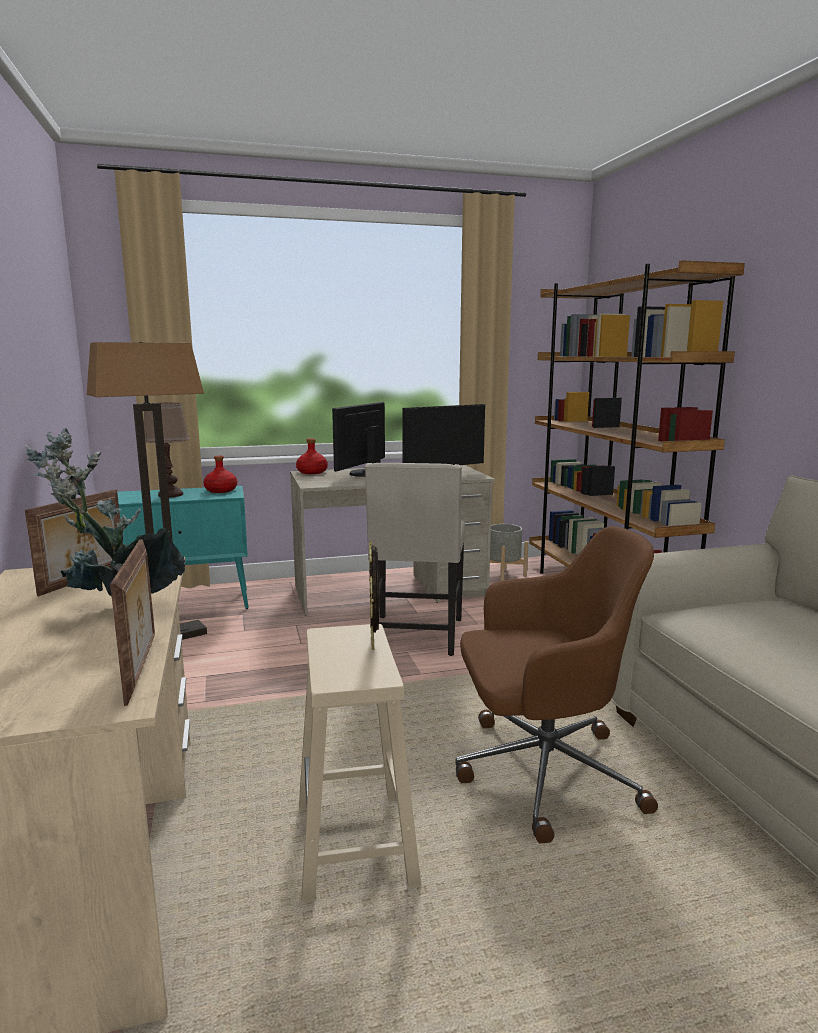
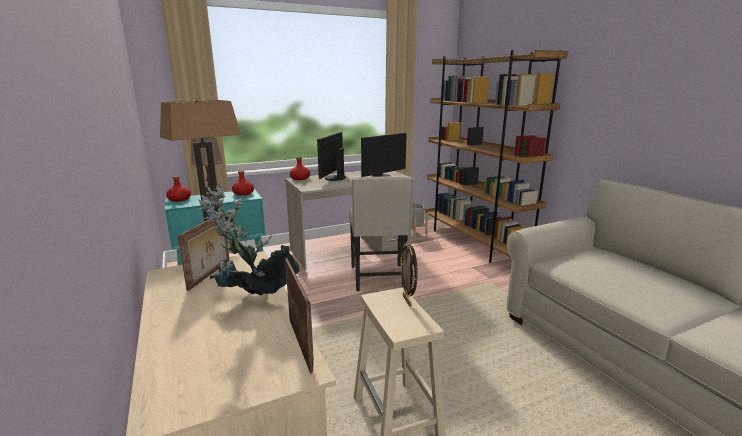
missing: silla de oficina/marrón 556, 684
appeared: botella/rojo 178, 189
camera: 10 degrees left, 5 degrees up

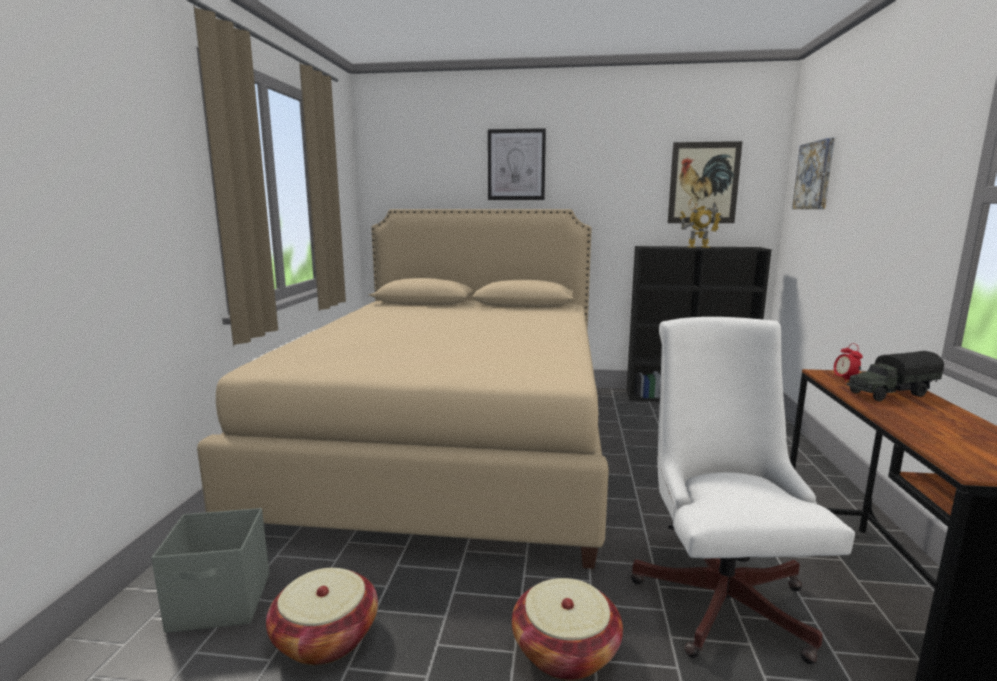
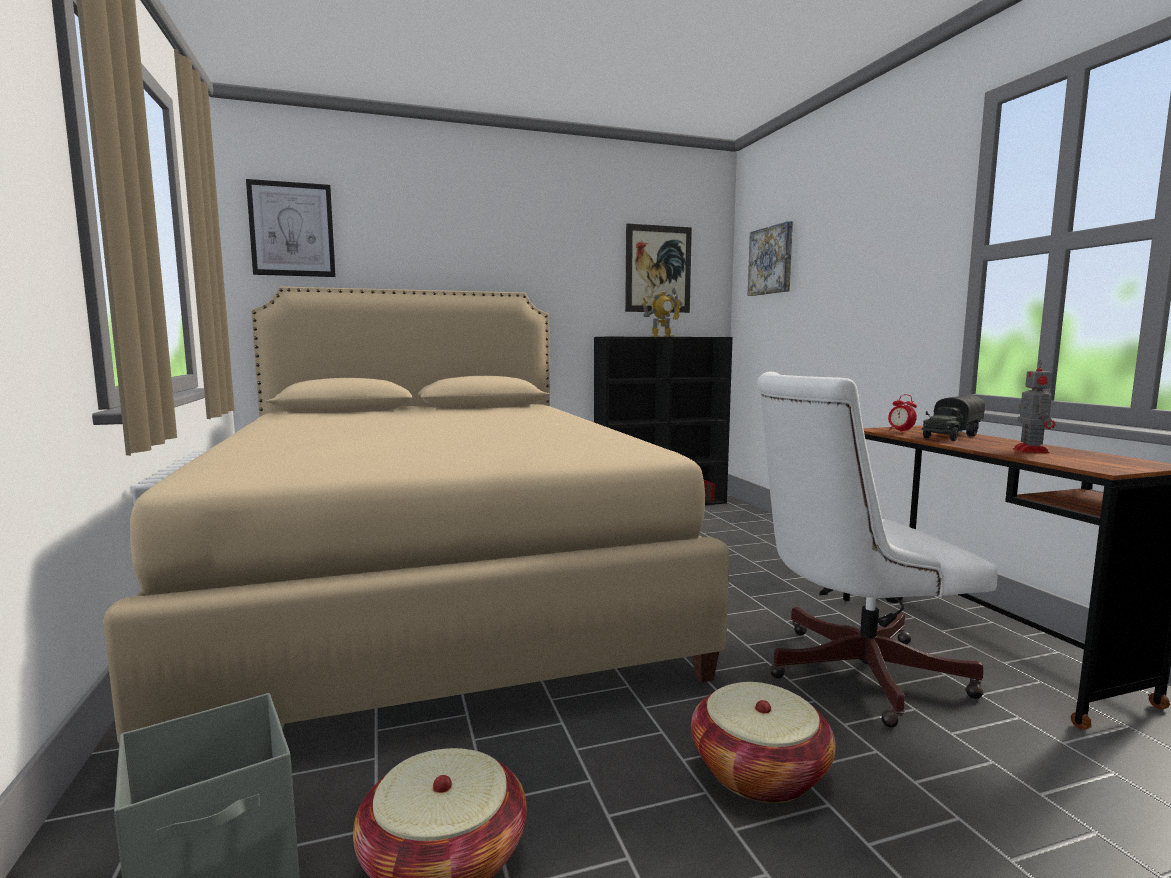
appeared: robot de juguete 1034, 406
relocated: cuadro 517, 164 to 291, 228
spun: silla de oficina/blanco 743, 490 = 877, 549 75 degrees counterclockwise
camera: 25 degrees left, 5 degrees down

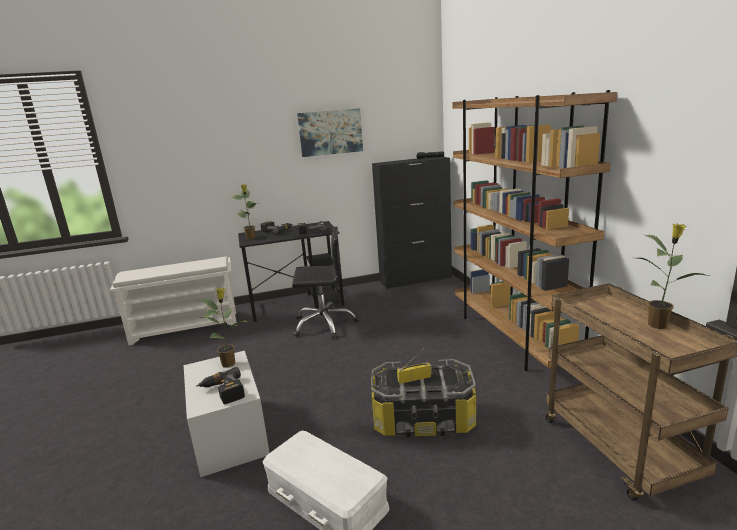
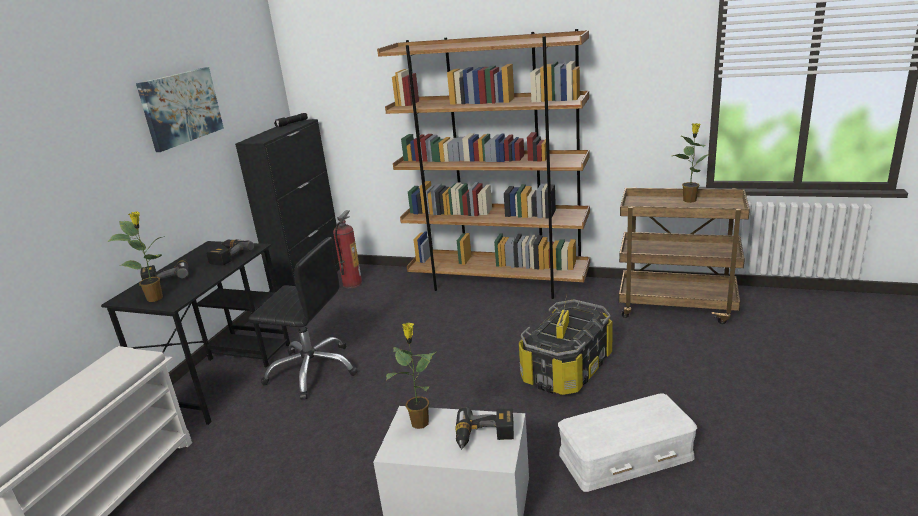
appeared: extintor 347, 249
spun: silla de oficina/negro 325, 282 = 303, 318 75 degrees clockwise
camera: 55 degrees left, 5 degrees up

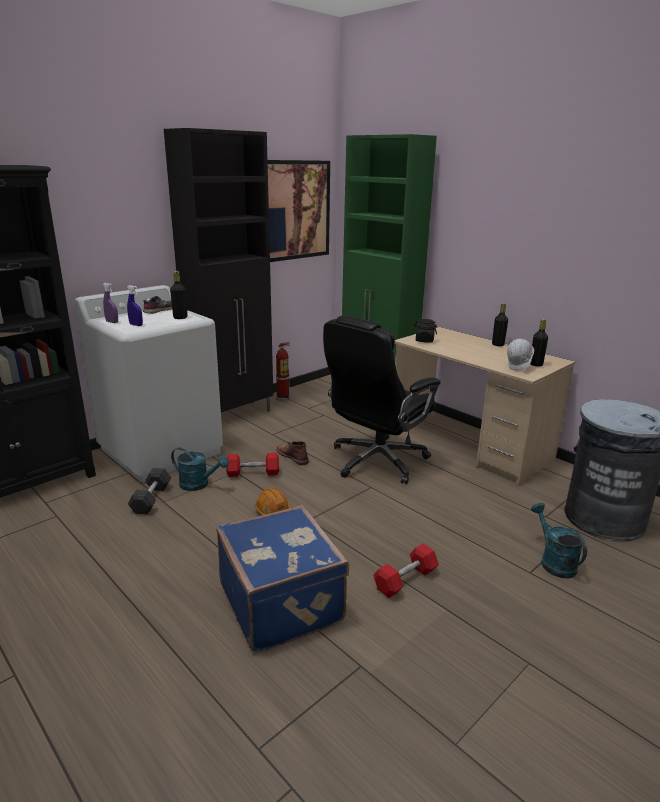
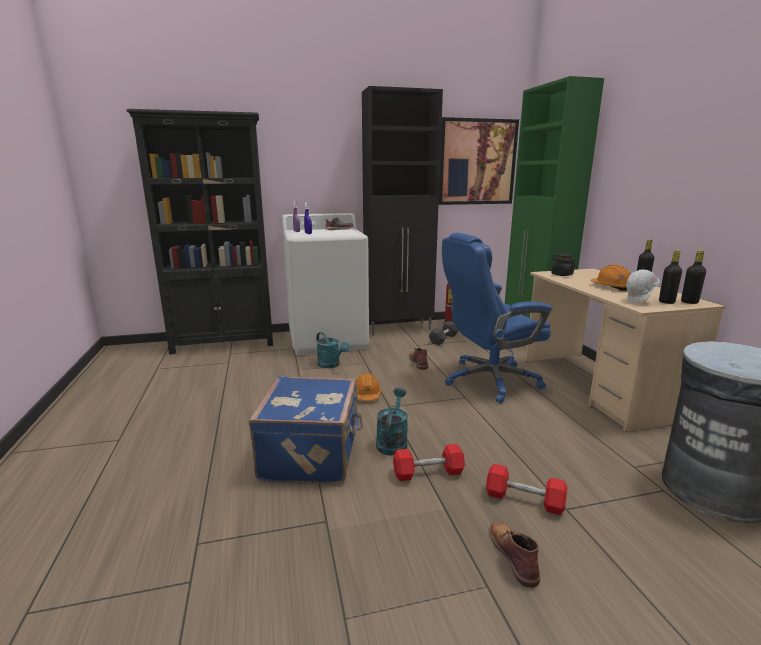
appeared: bota/marrón 515, 554; casco/naranja 611, 277
relocated: mancuerna/gris 149, 491 to 444, 333; botella/negro 178, 295 to 693, 277; mancuerna/rojo 252, 465 to 526, 489; regadera/turquesa 559, 540 to 392, 422
colour: silla de oficina/negro 382, 400 to silla de oficina/azul 497, 318
camera: 30 degrees right, 5 degrees down

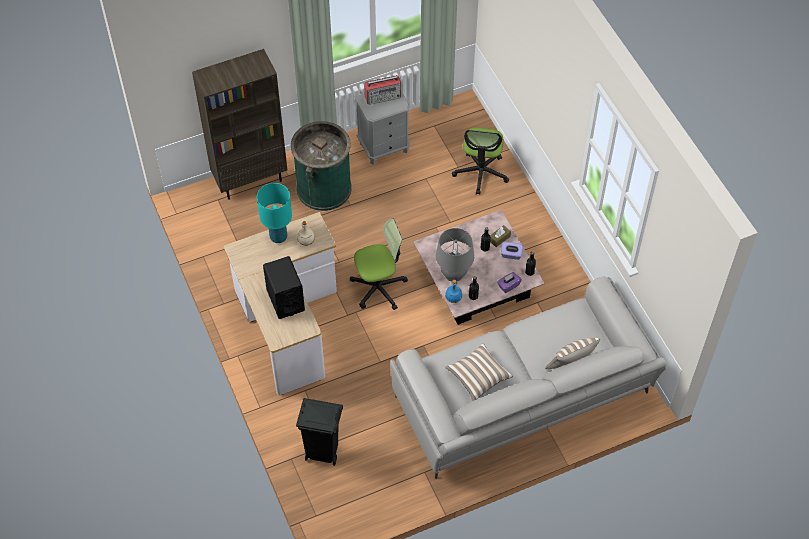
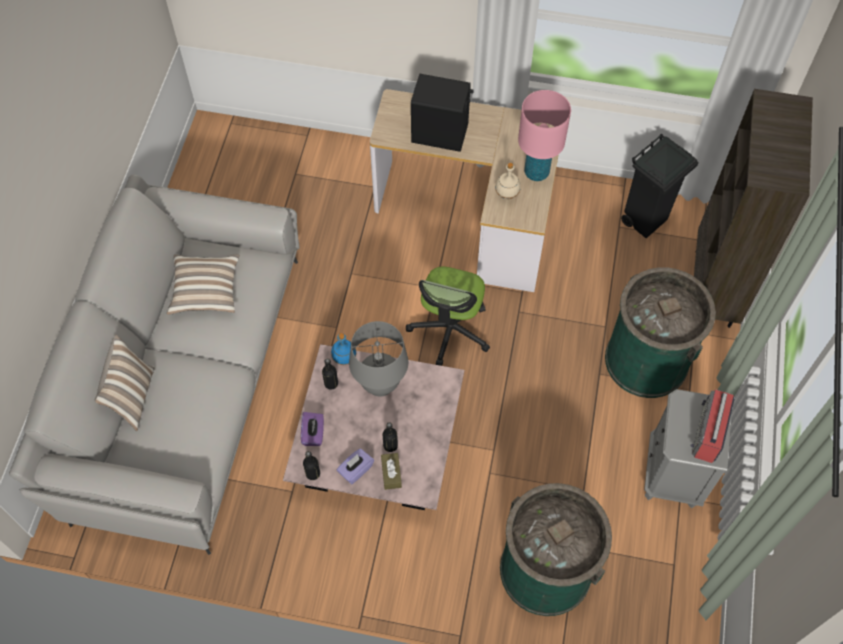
relocated: papelera/negro 319, 432 to 660, 186
exchanged: silla de oficina 480, 161 to papelera/verde 556, 549
colour: lámpara de mesa/turquesa 274, 213 to lámpara de mesa/rosa 544, 135
camera: 125 degrees right, 5 degrees up

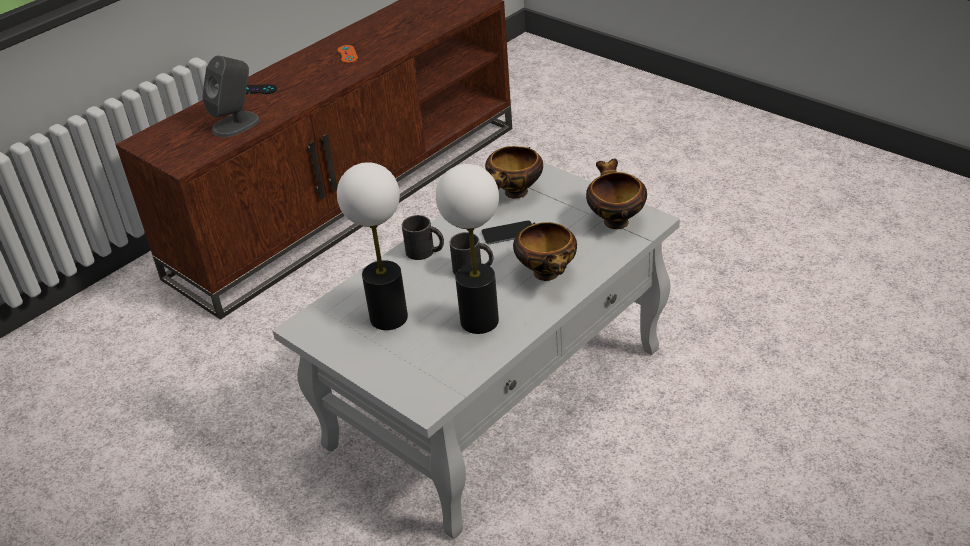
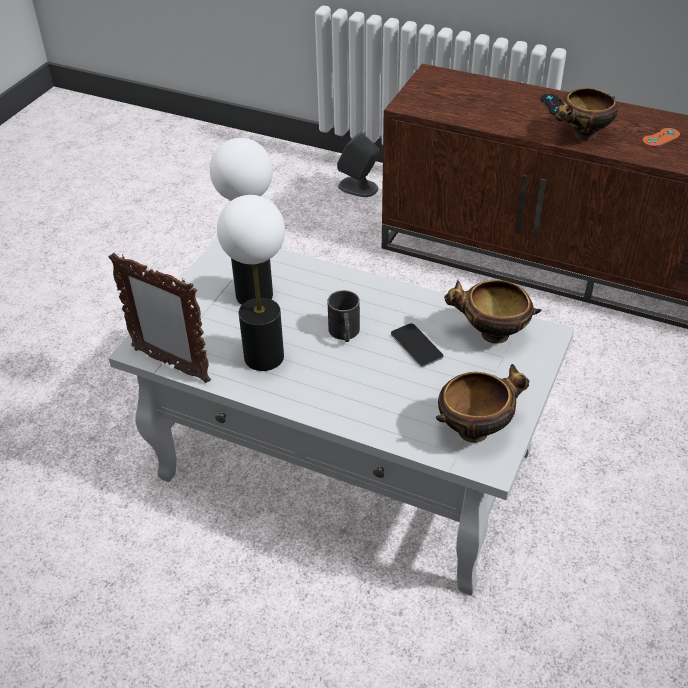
missing: taza grande/negro 423, 237
appeared: portarretratos 160, 318
relocated: altavoz/gris 231, 96 to 358, 164; cuenco 545, 251 to 586, 114
camera: 70 degrees right, 5 degrees up

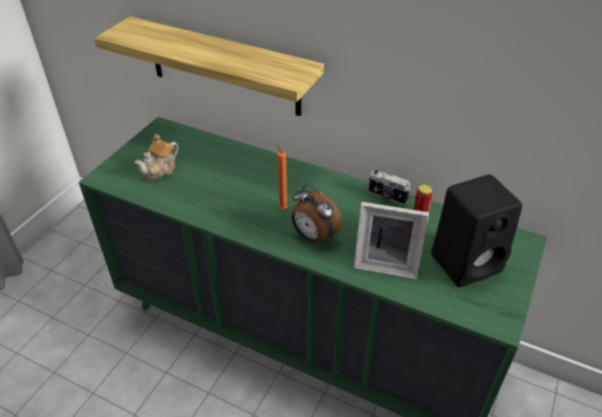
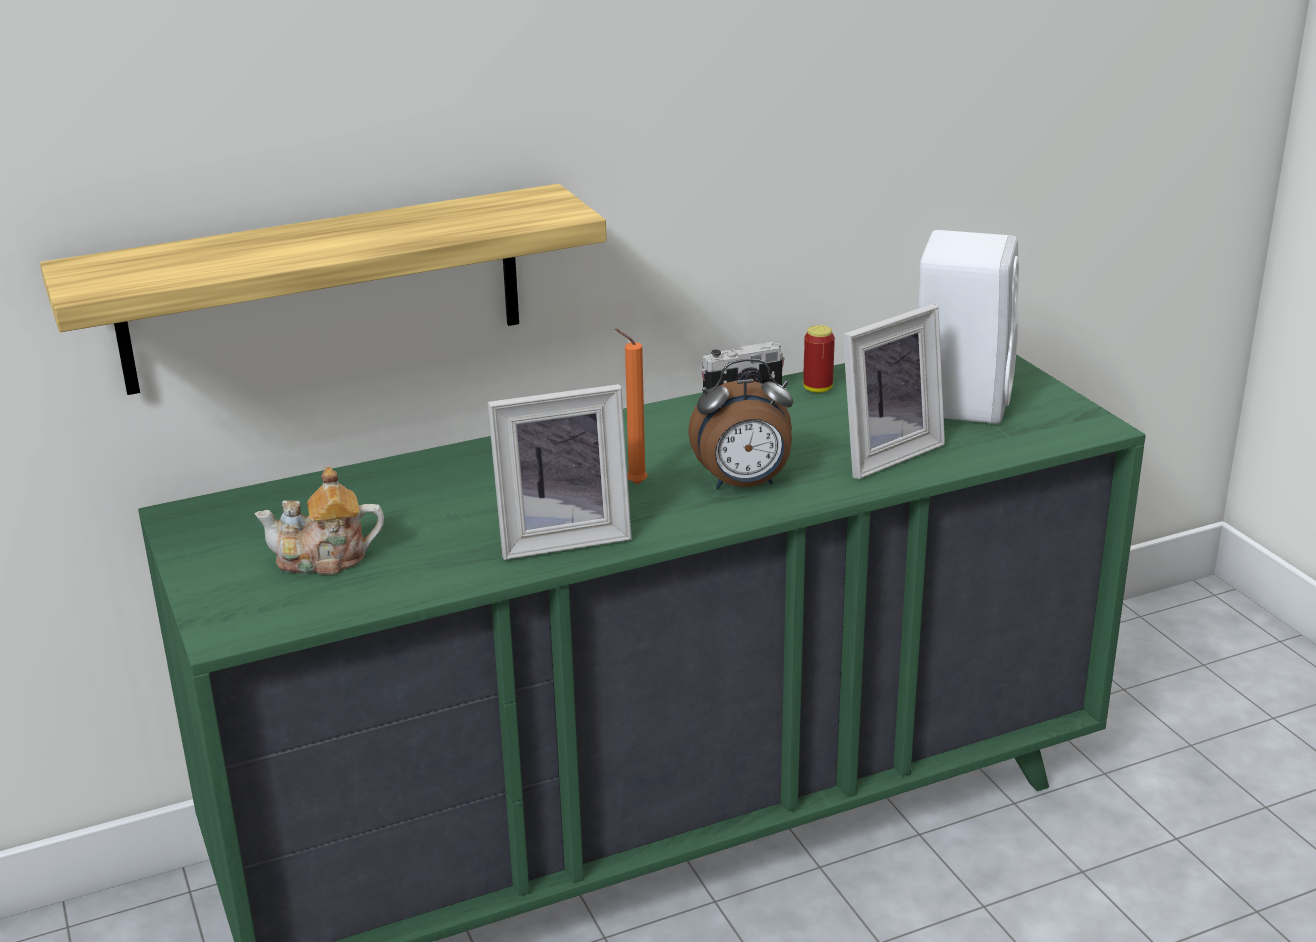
appeared: portarretratos 559, 472
colour: altavoz/negro 476, 230 to altavoz/blanco 968, 327
spun: tetera 156, 157 = 319, 521 90 degrees clockwise
camera: 50 degrees left, 15 degrees down

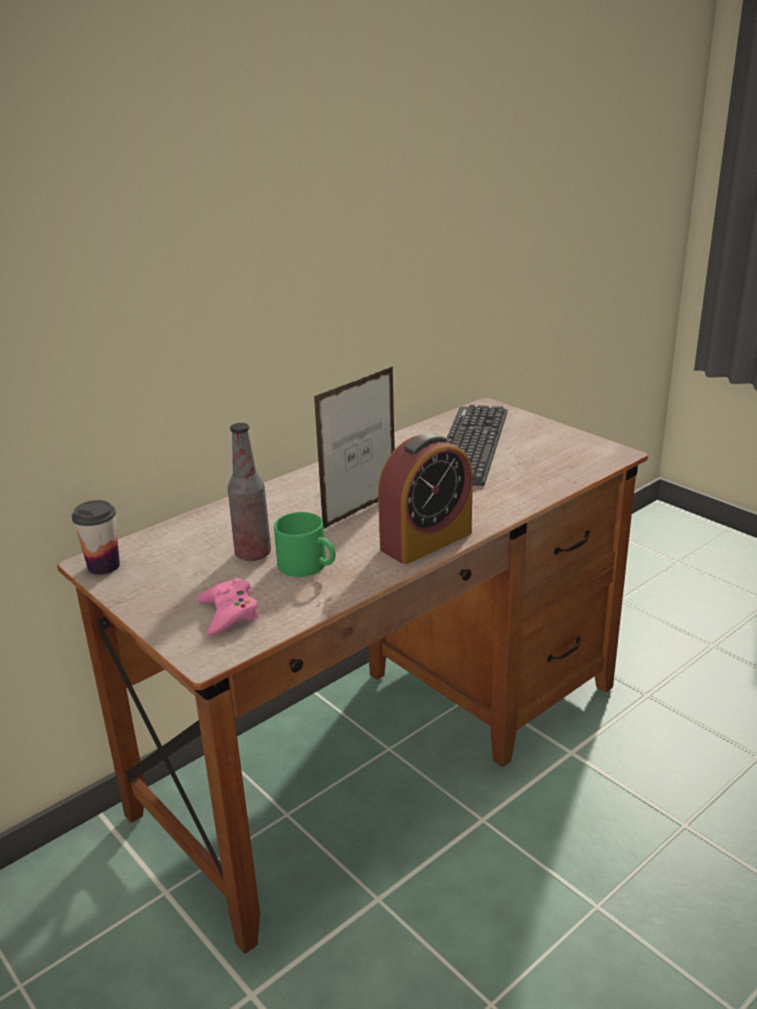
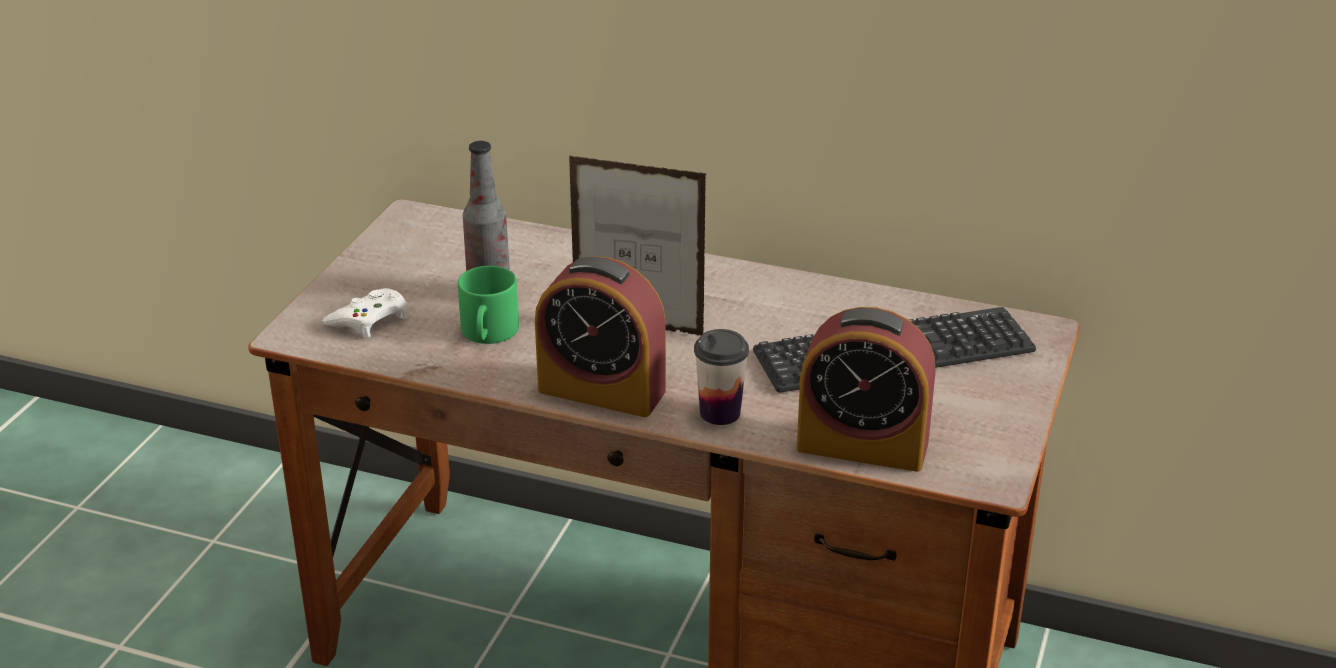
appeared: despertador 866, 389
relocated: taza 96, 537 to 721, 377
colour: mando de consola/rosa 227, 607 to mando de consola/blanco 365, 313
camera: 60 degrees right, 5 degrees up

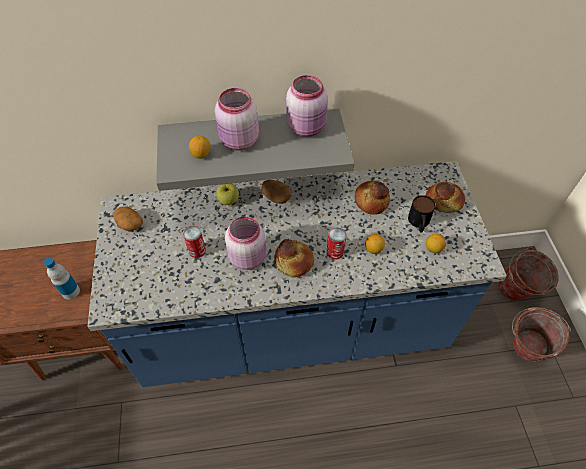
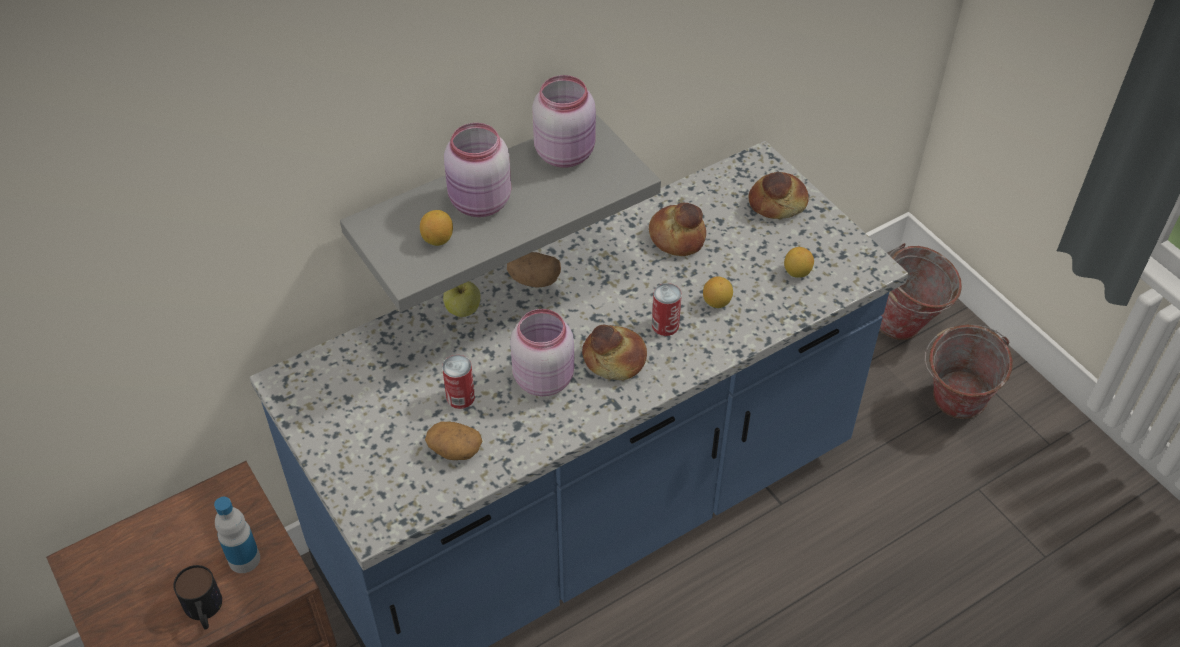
relocated: patata 128, 219 to 453, 441; taza grande 422, 213 to 197, 597
camera: 25 degrees left, 5 degrees down

